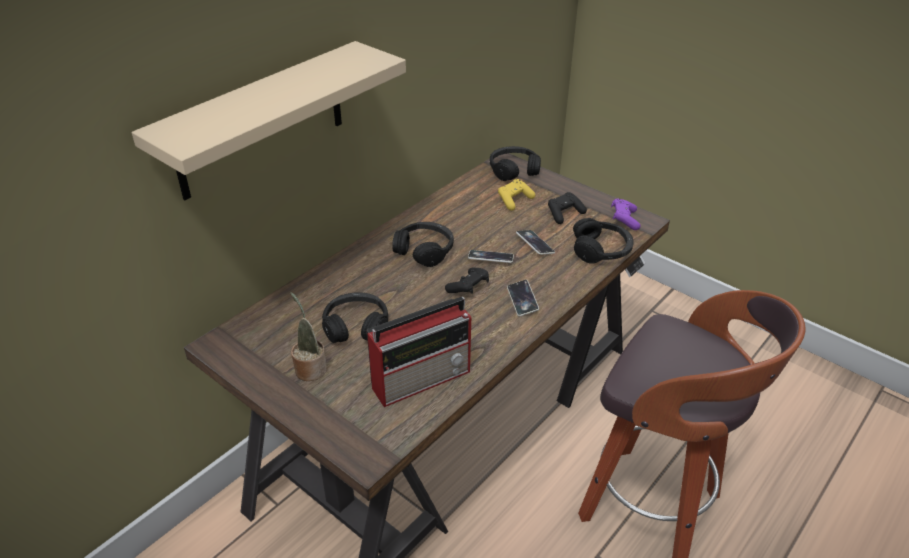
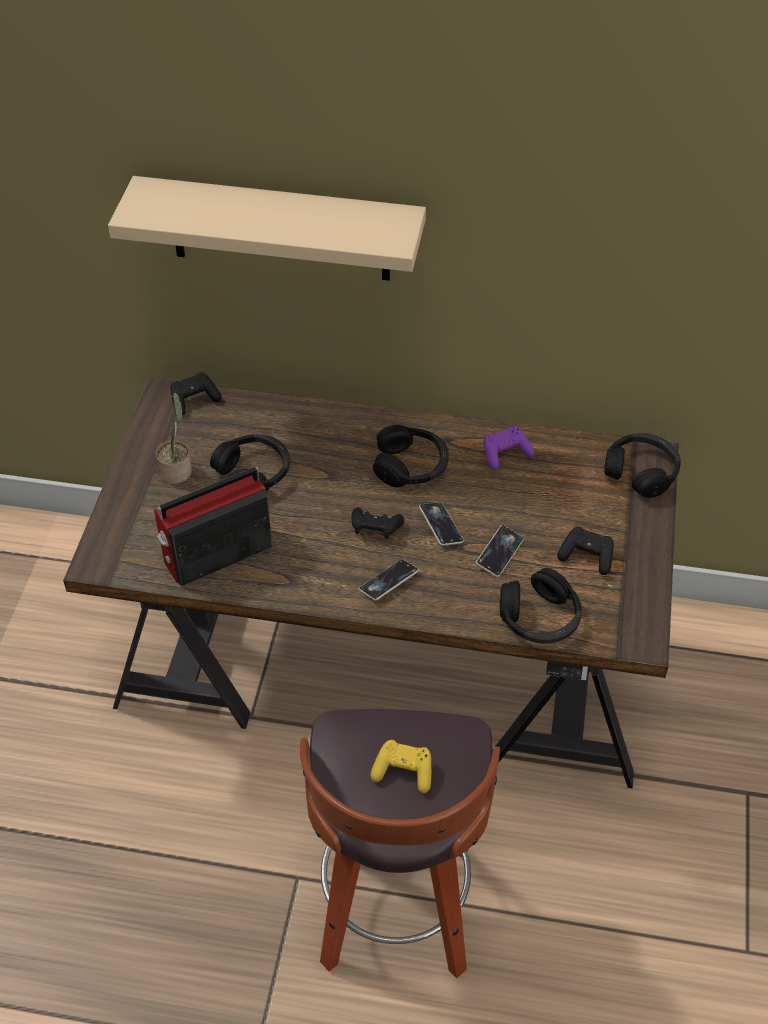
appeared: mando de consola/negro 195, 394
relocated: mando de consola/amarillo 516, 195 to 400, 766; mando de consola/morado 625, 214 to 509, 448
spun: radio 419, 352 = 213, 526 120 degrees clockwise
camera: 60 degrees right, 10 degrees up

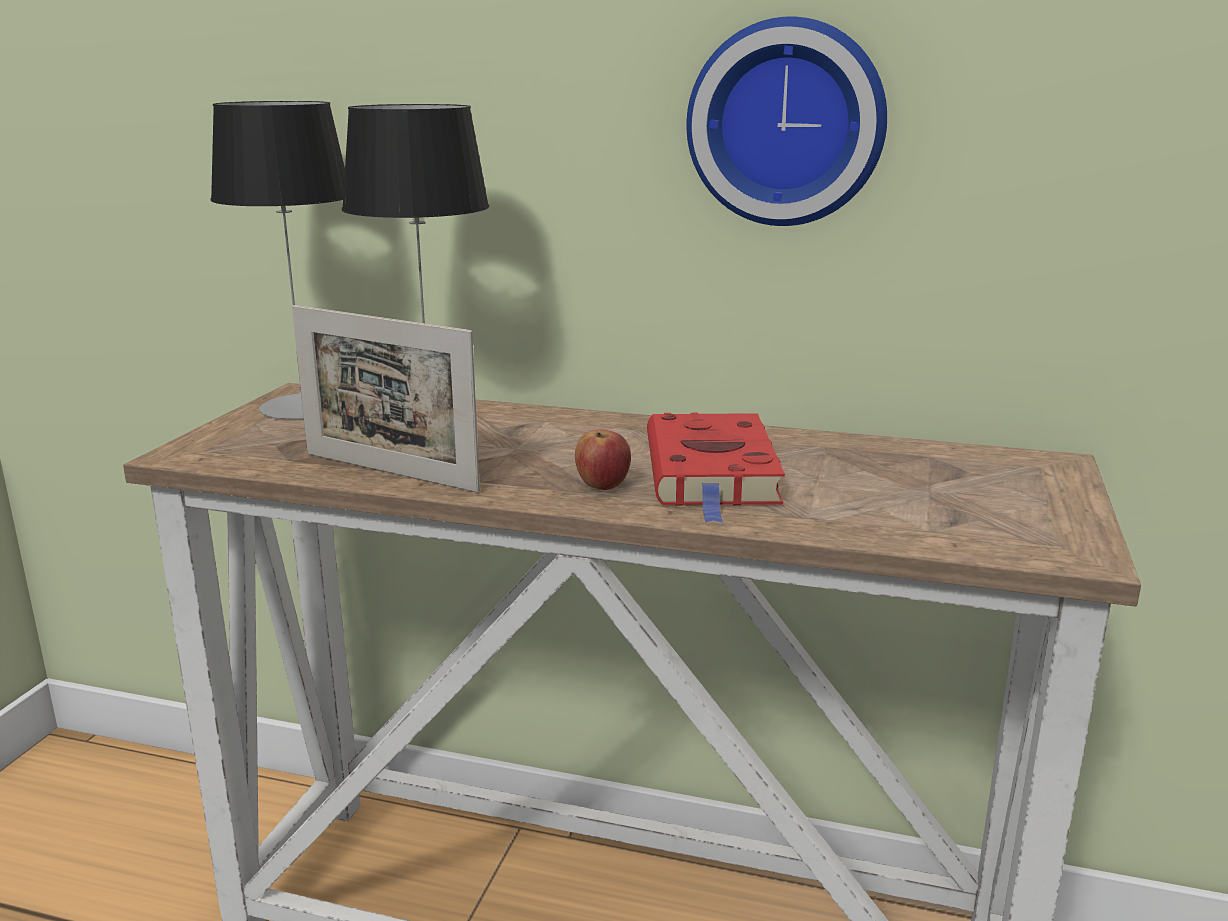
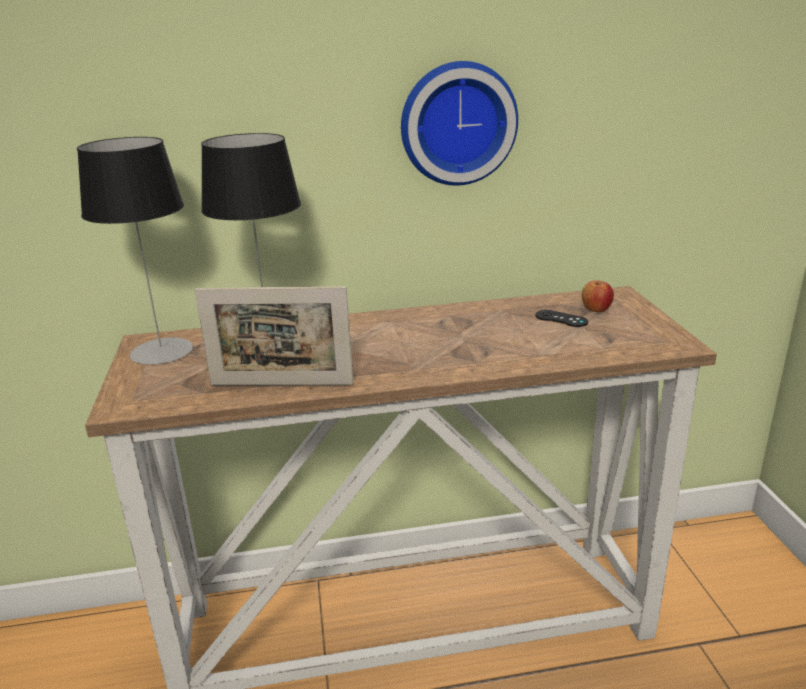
missing: libro/rojo 716, 468
appeared: mando de consola/negro 562, 318
relocated: manzana 603, 459 to 598, 296
camera: 25 degrees left, 5 degrees up

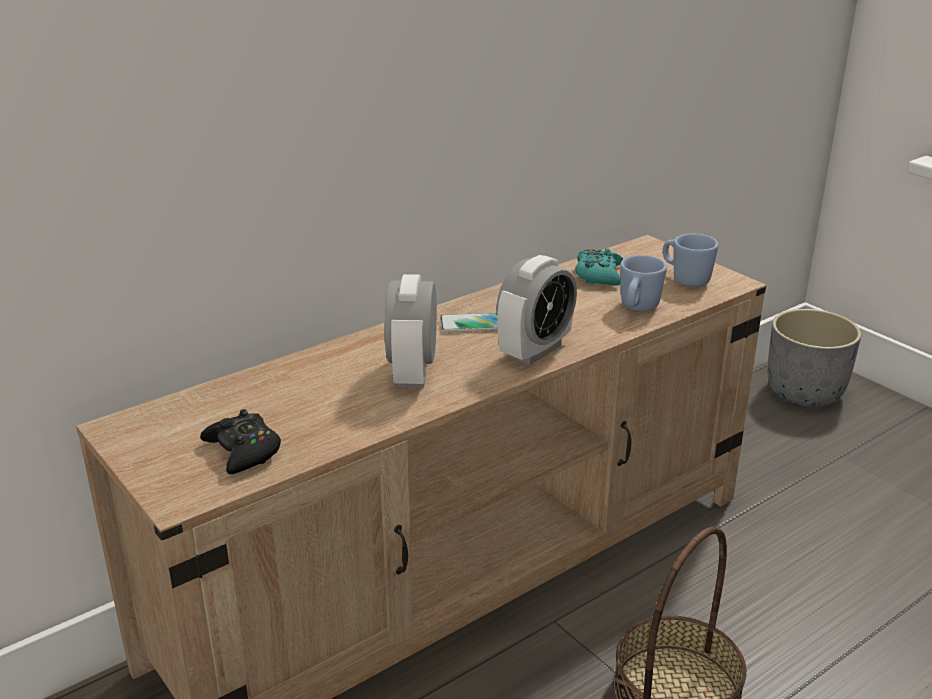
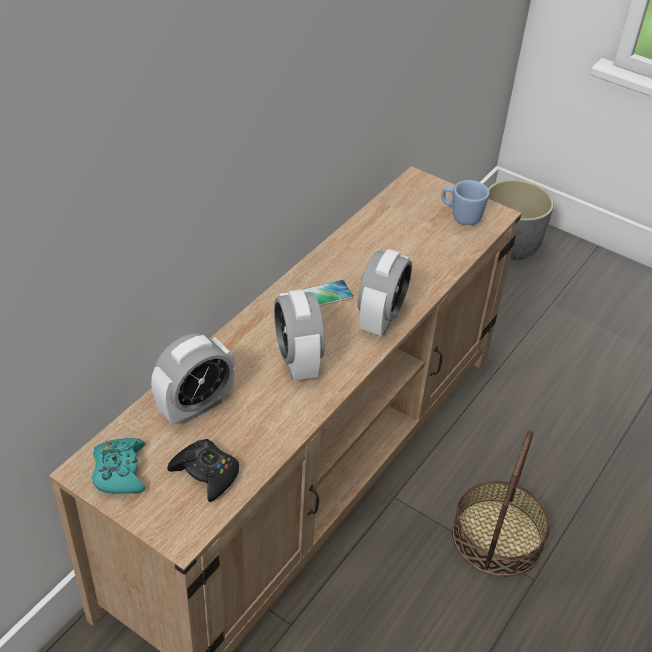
missing: taza grande/azul 643, 283
appeared: despertador 193, 378
relocated: mando de consola/turquesa 599, 267 to 118, 466
camera: 20 degrees left, 15 degrees up

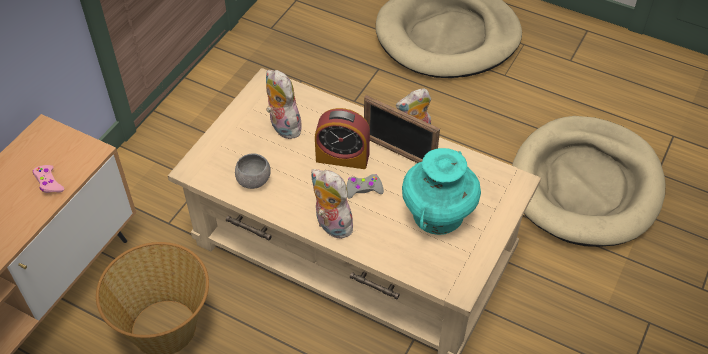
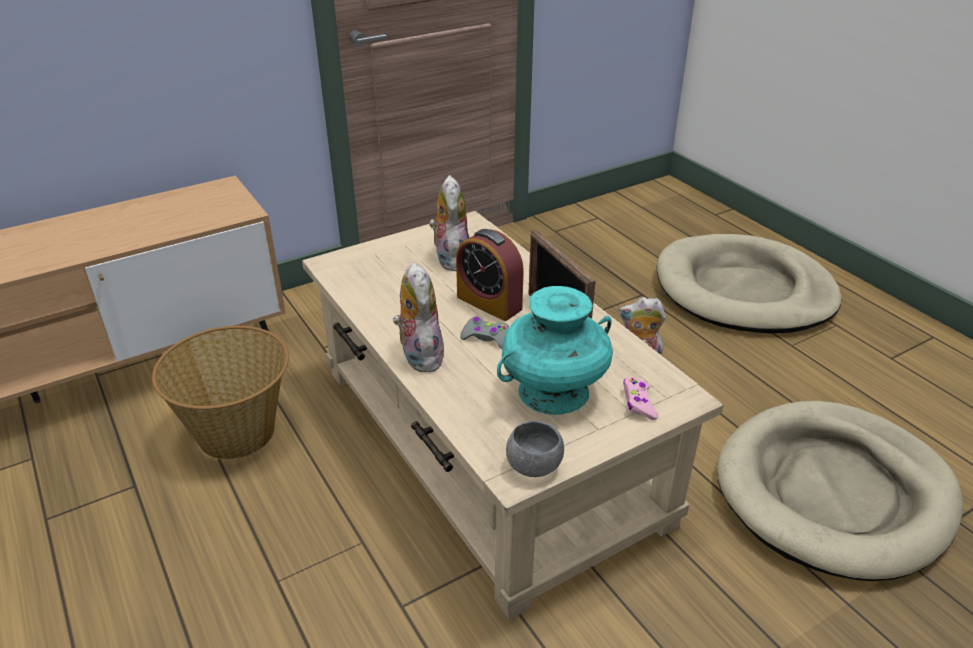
relocated: mando de consola/rosa 48, 179 to 640, 398; cuenco/gris 253, 171 to 535, 449
camera: 30 degrees right, 15 degrees down

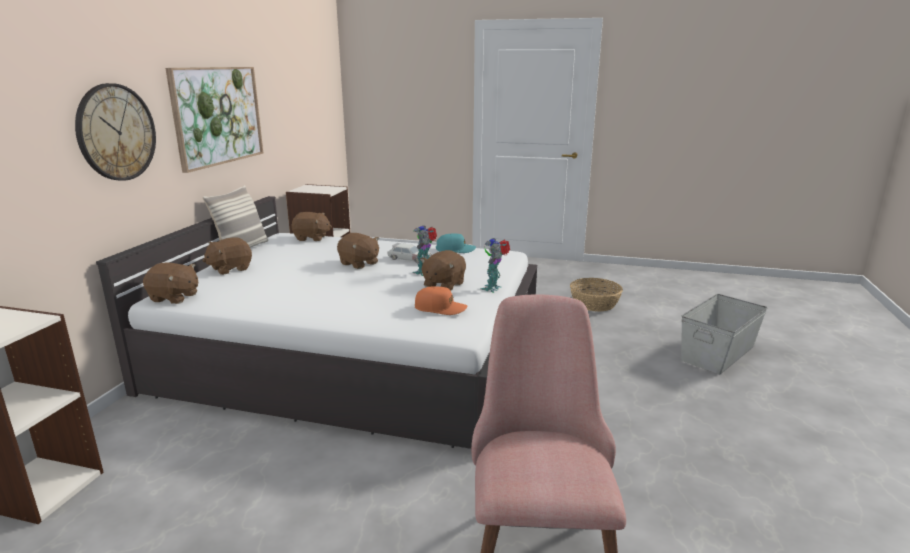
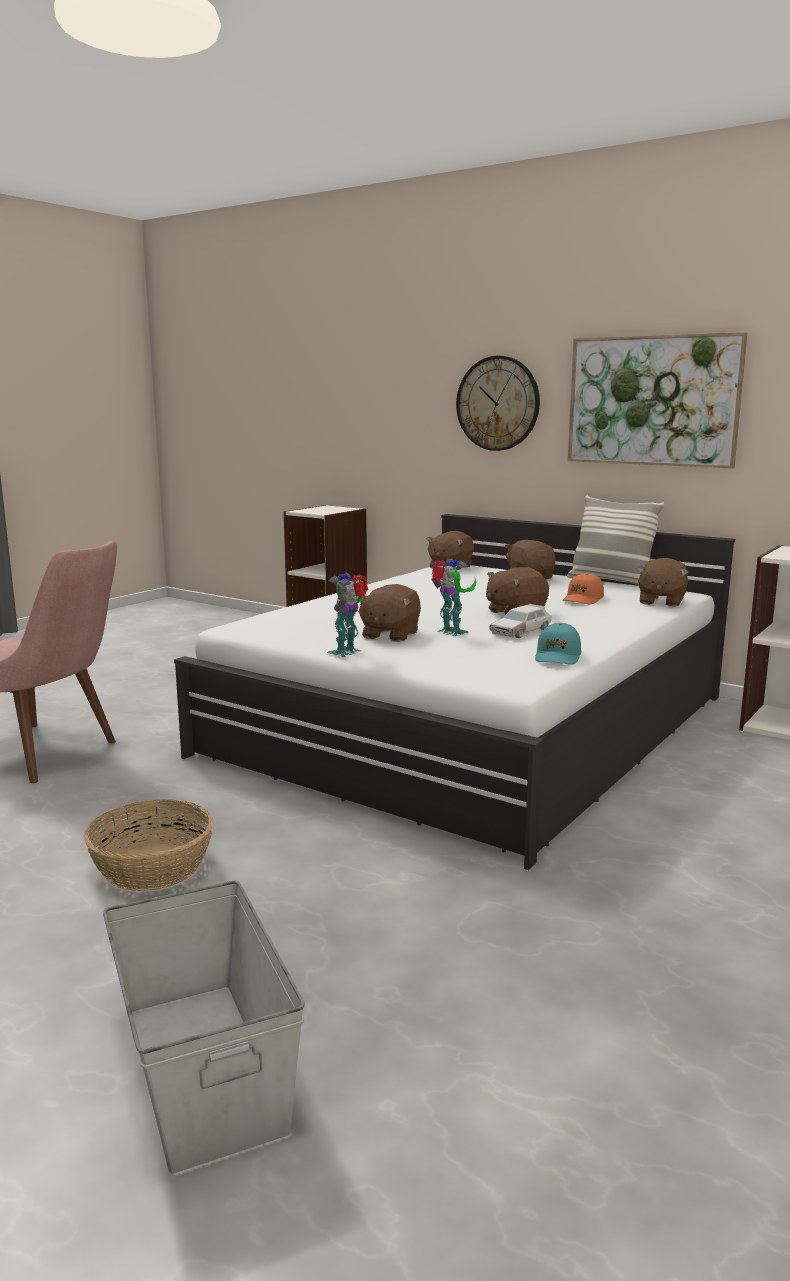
relocated: gorra/naranja 441, 300 to 583, 588; cesta 596, 294 to 148, 845
spun: peluche/marrón 443, 270 = 390, 613 120 degrees counterclockwise; robot de juguete 495, 265 = 347, 615 105 degrees counterclockwise
camera: 110 degrees right, 5 degrees down

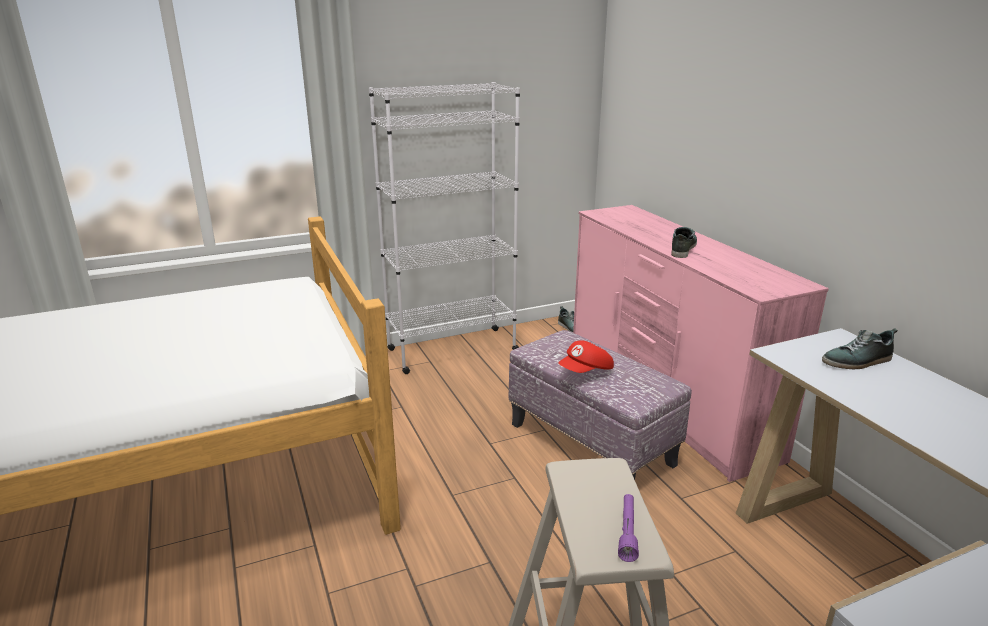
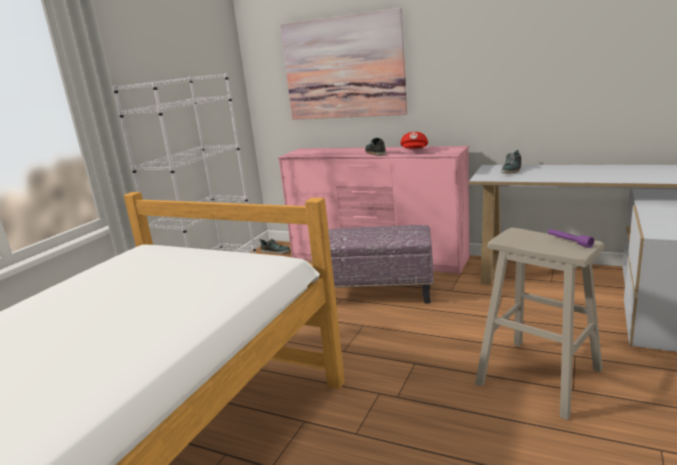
appeared: cuadro 343, 64
relocated: gorra/rojo 586, 357 to 414, 140
camera: 40 degrees left, 5 degrees down

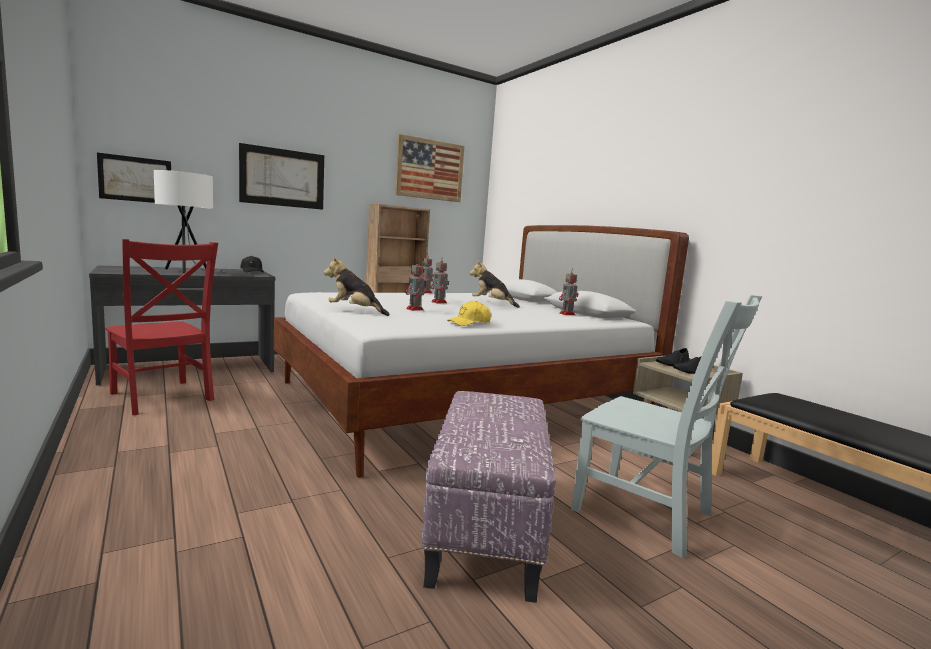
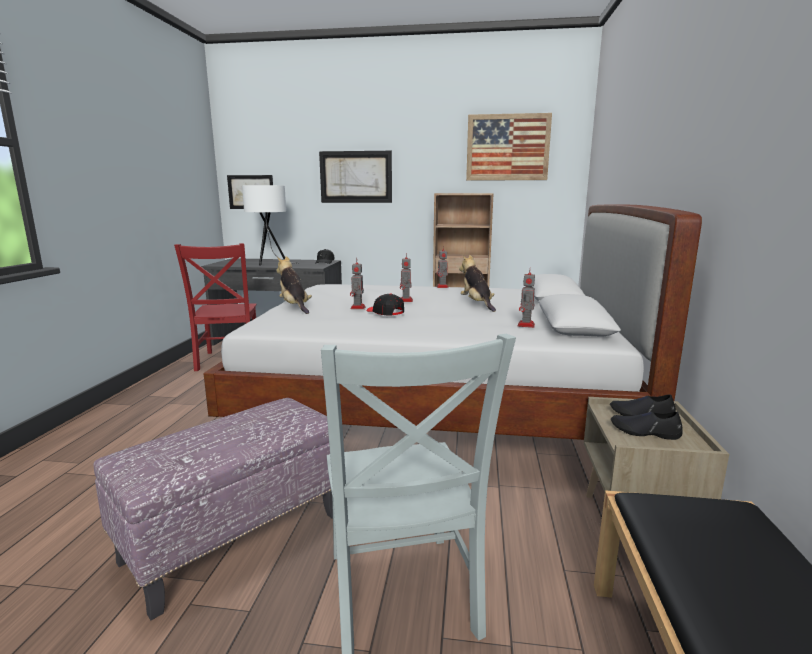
missing: gorra/amarillo 469, 313
appeared: gorra/negro 385, 304
camera: 40 degrees right, 5 degrees up

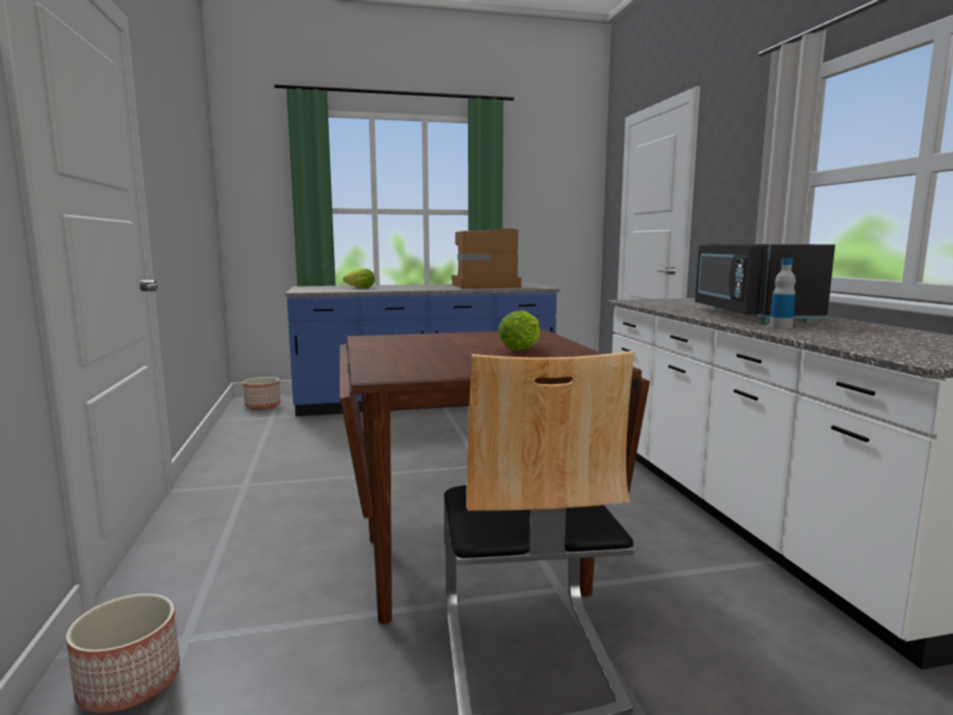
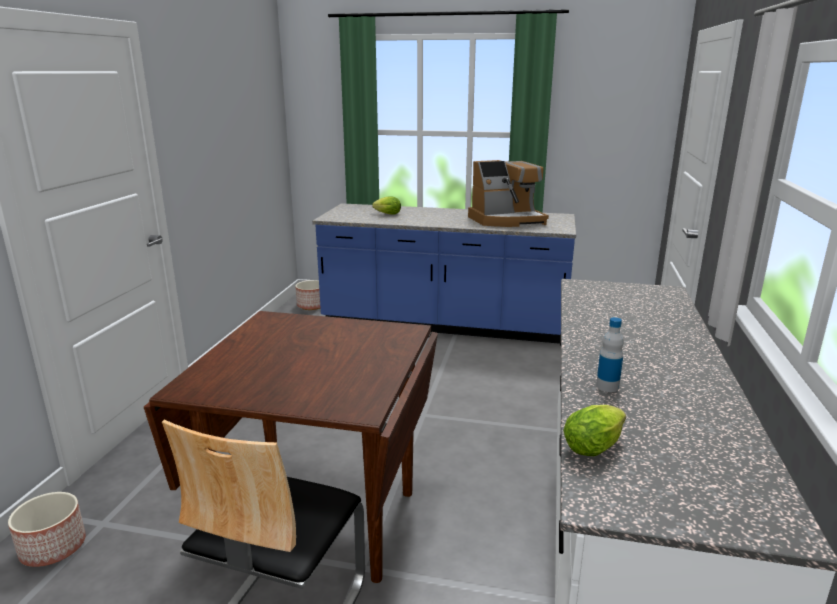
missing: microondas/negro 765, 283
relocated: lechuga 519, 330 to 594, 430
spun: cafetera 486, 259 = 508, 193 150 degrees clockwise
camera: 25 degrees right, 10 degrees up

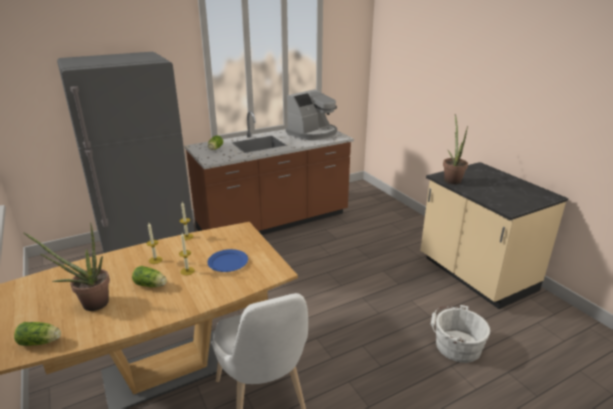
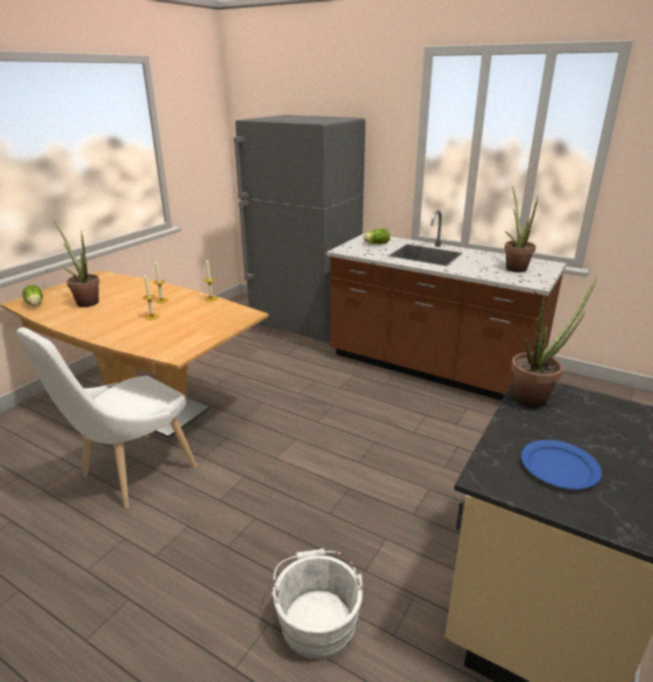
missing: lechuga 149, 276
relocated: plato/azul 228, 260 to 561, 464
exchanged: cafetera 311, 114 to planta en maceta 521, 229
camera: 60 degrees right, 0 degrees up

